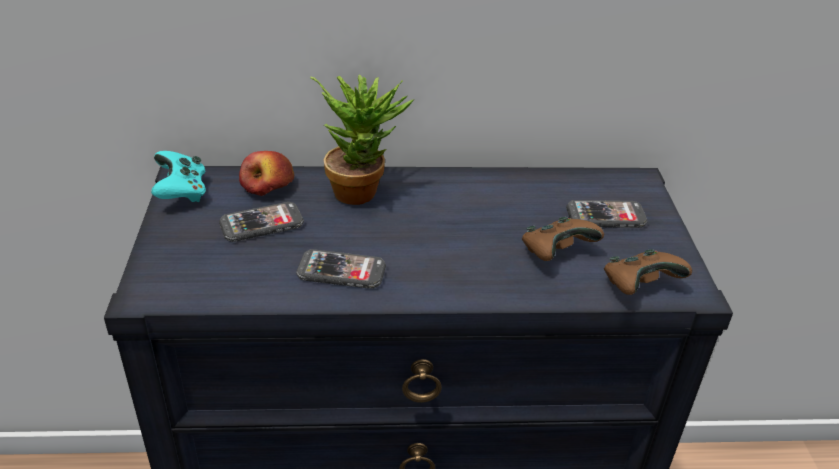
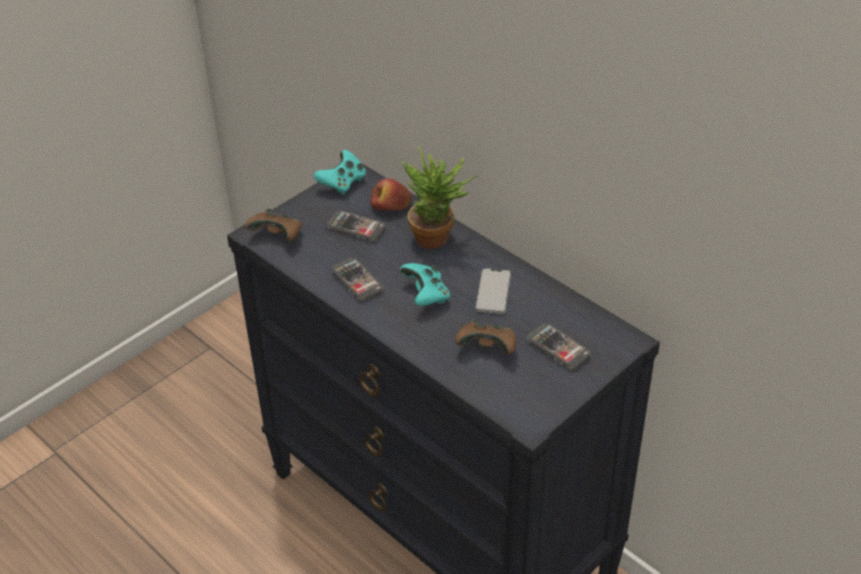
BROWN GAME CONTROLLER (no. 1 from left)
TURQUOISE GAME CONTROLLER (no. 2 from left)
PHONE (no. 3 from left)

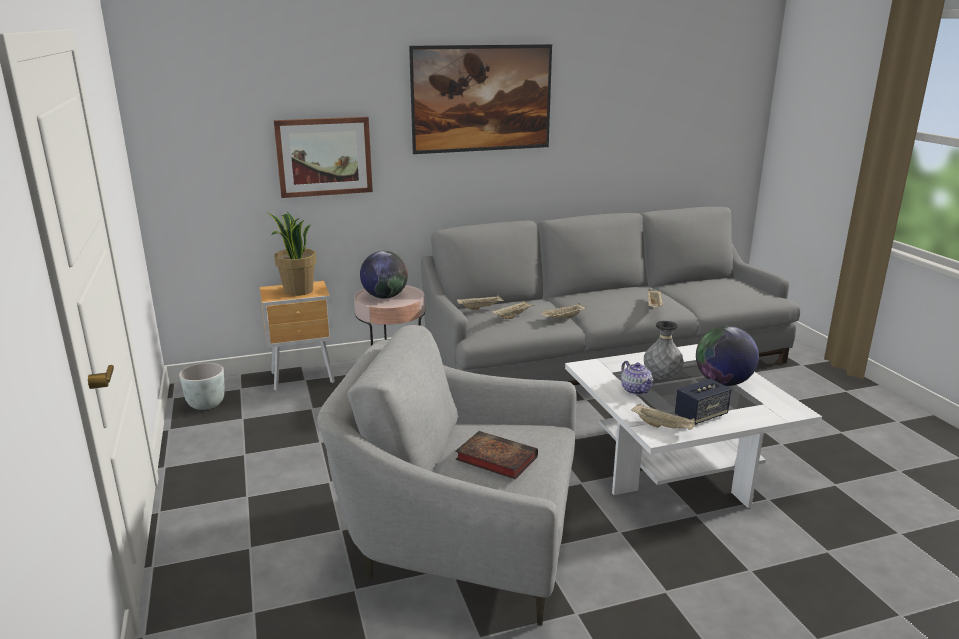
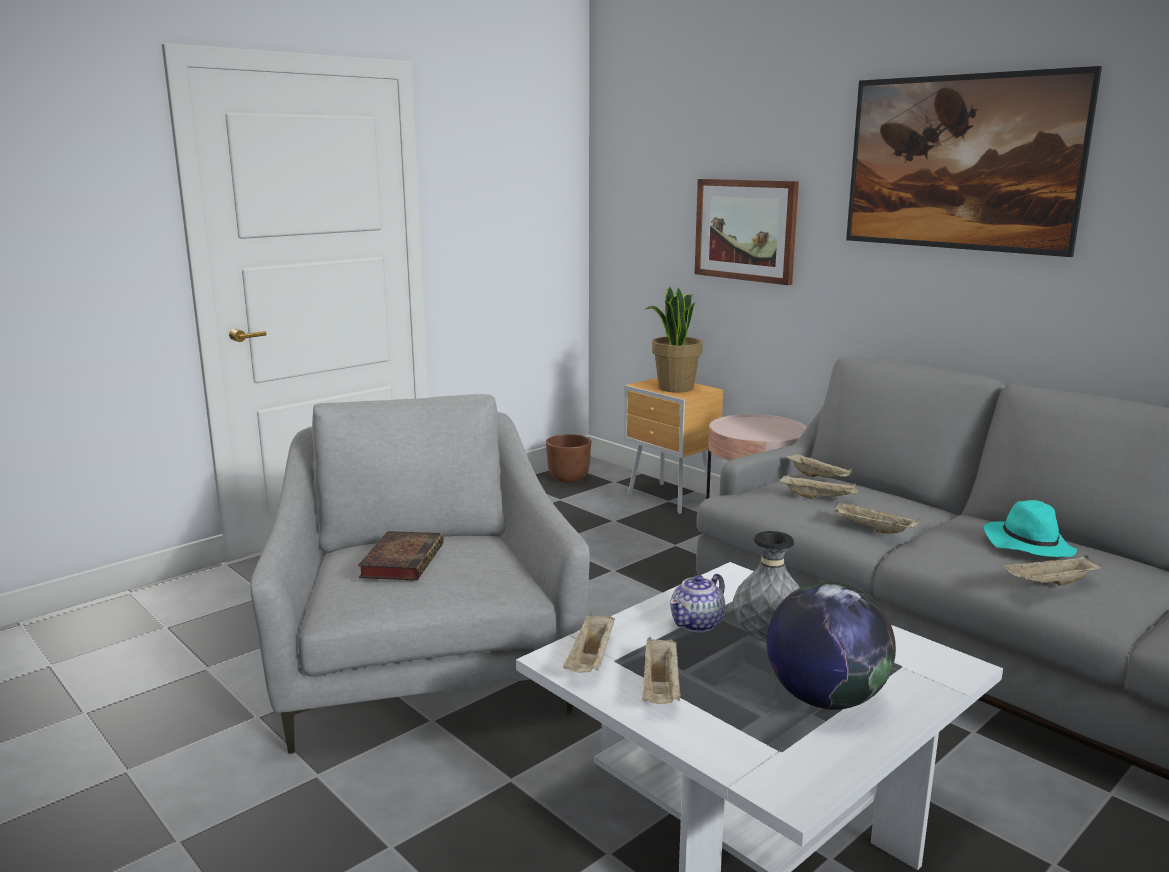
BROWN PLANTER
BEIGE TRAY (no. 2 from left)
TURQUOISE HAT
GLOBE (no. 1 from left in the first image)

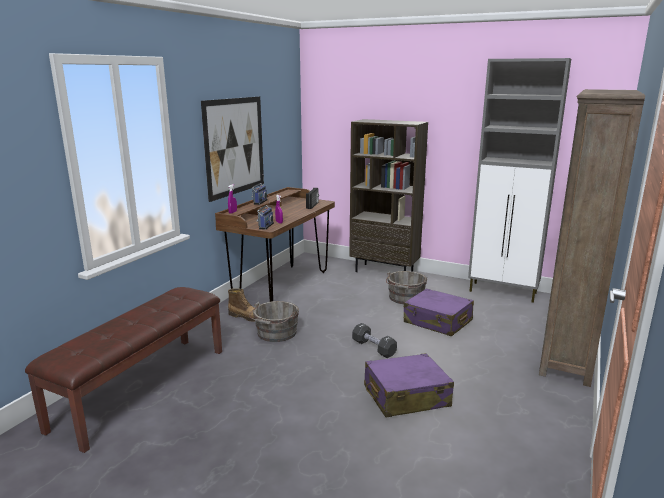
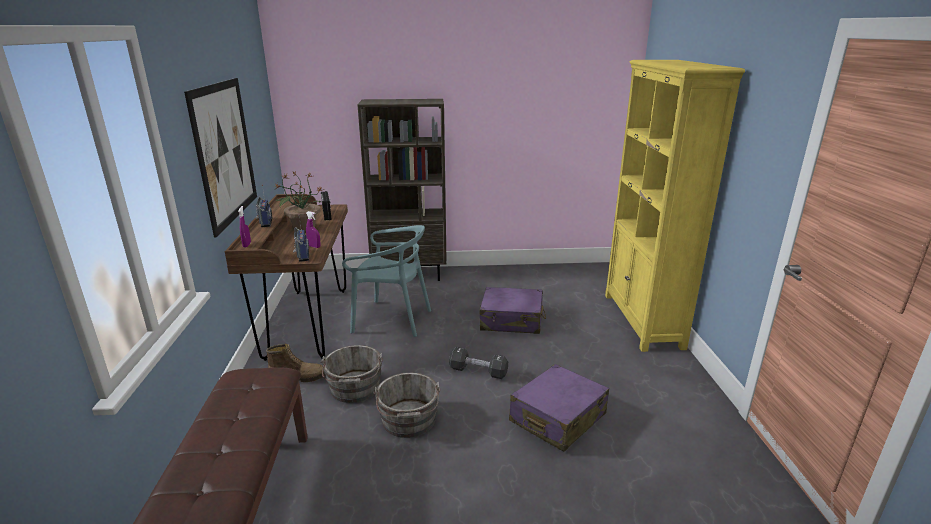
POTTED PLANT
TURQUOISE CHAIR
GREY BUCKET (no. 2 from left)
YELLOW BOOKCASE
GREY CABINET

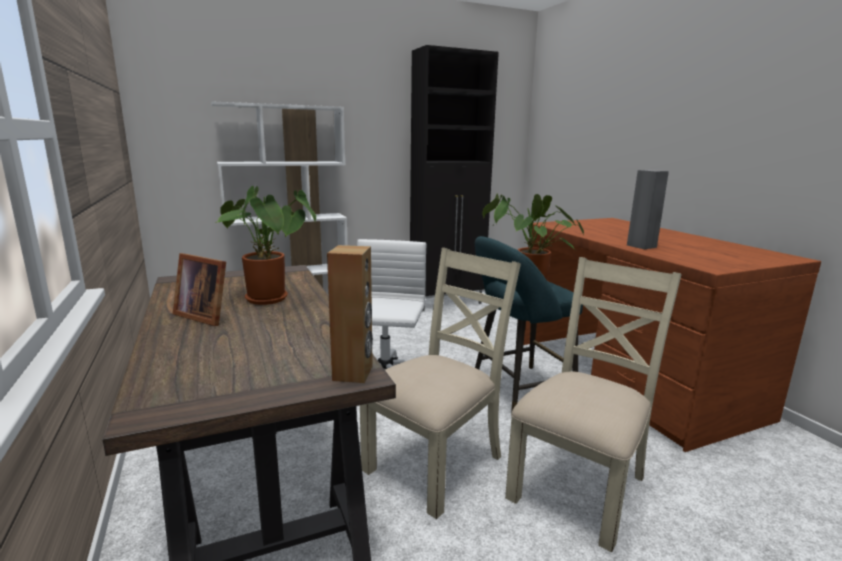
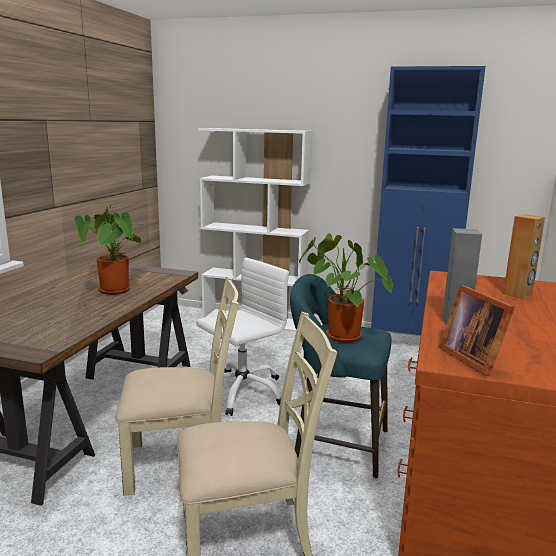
BLUE CABINET
PICTURE FRAME
BROWN SPEAKER

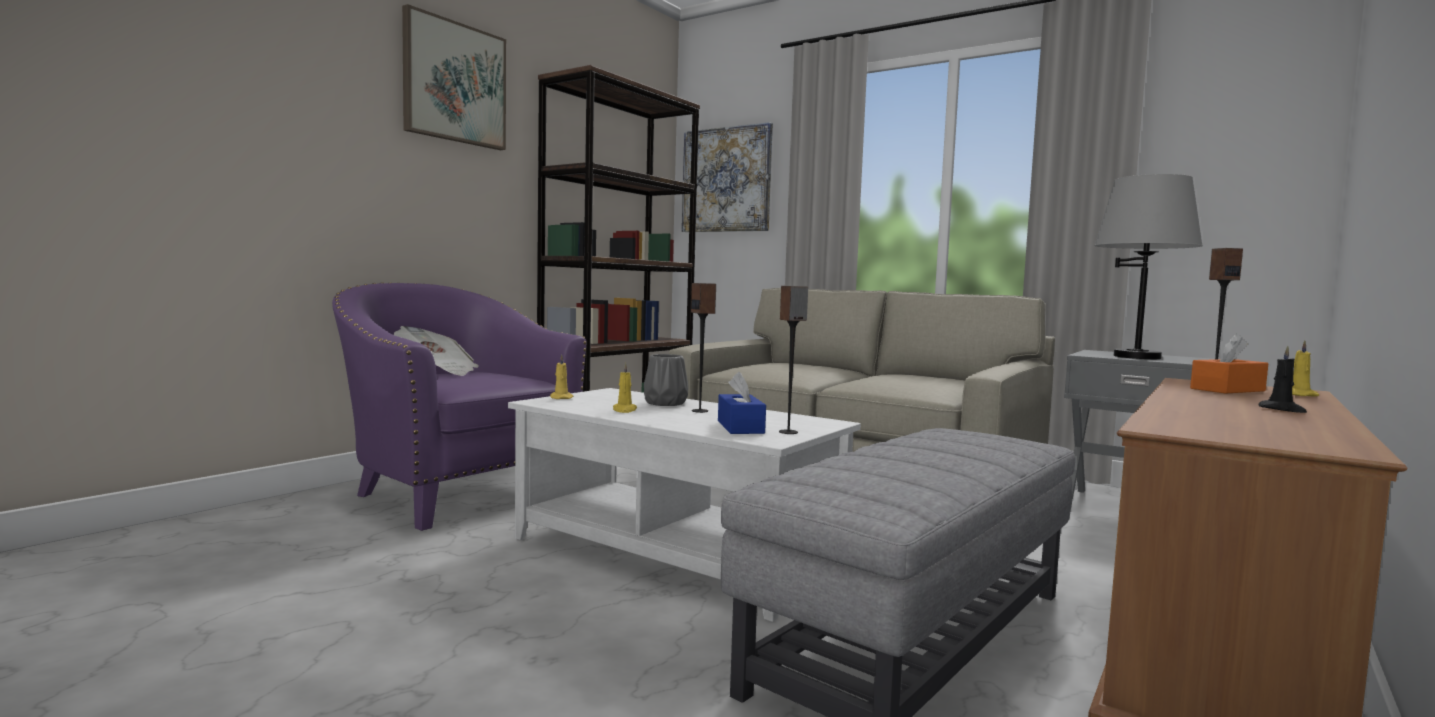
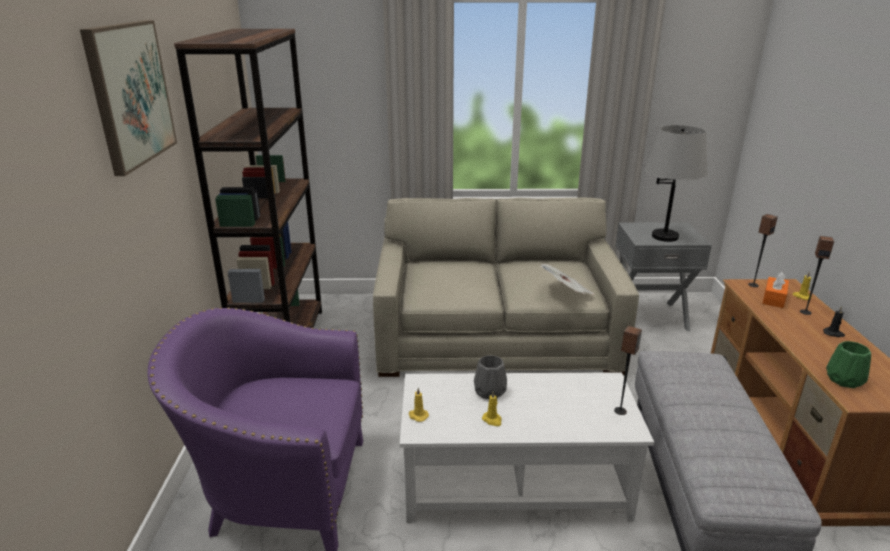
NEWSPAPER
SPEAKER (no. 3 from left)
GREEN VASE
PICTURE (no. 2 from left in the first image)
BLUE TISSUE BOX

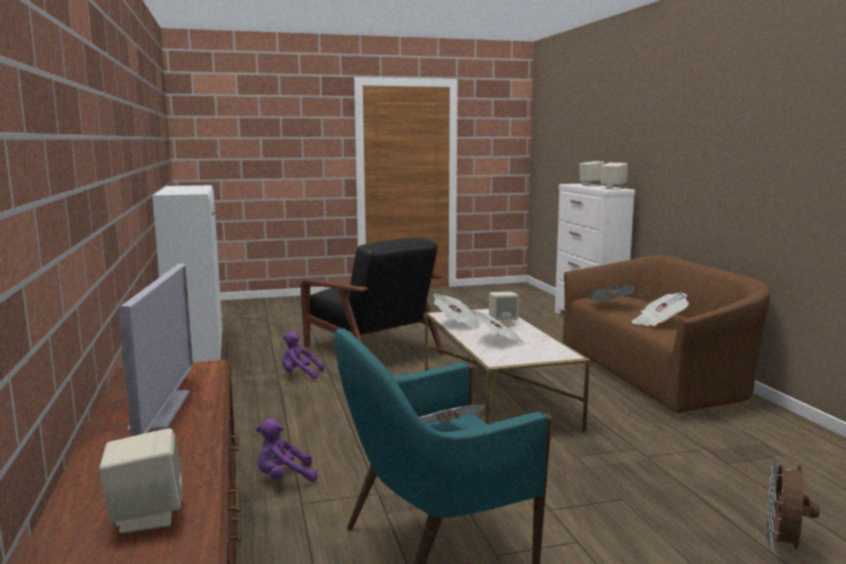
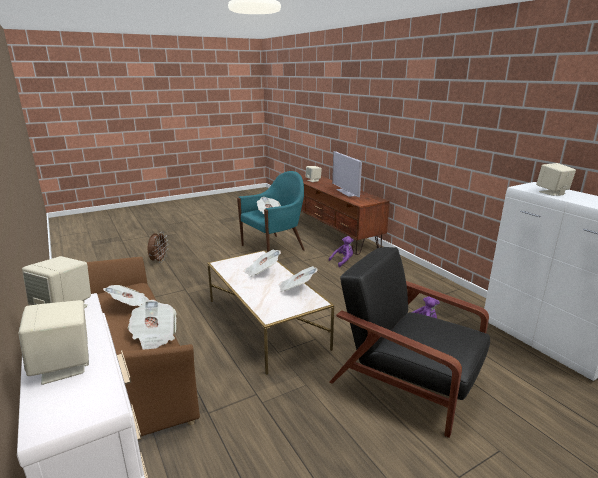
BEIGE SPEAKER (no. 4 from left)

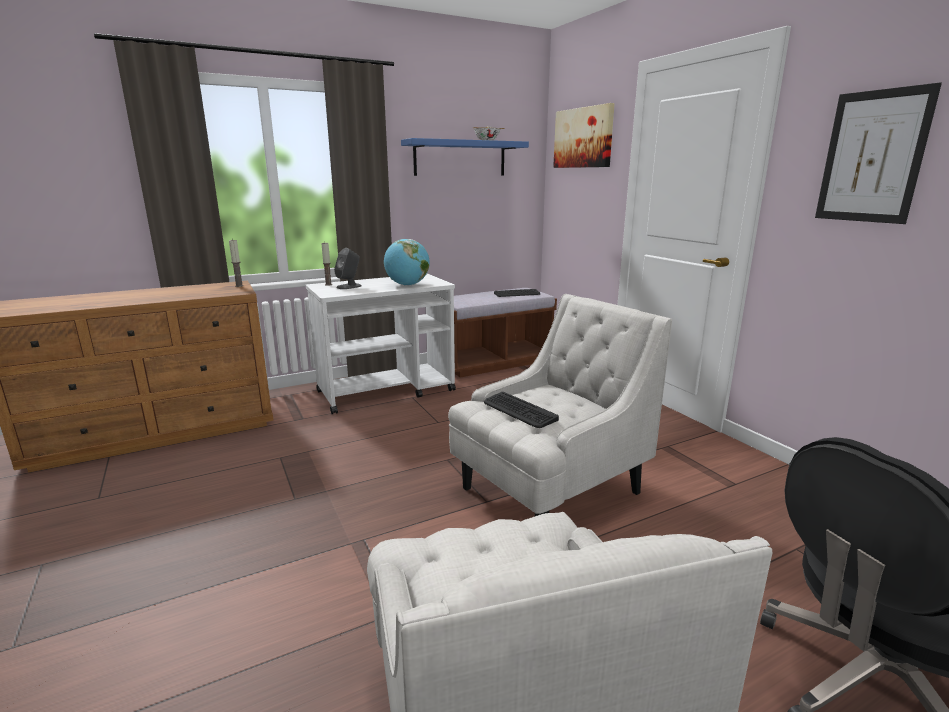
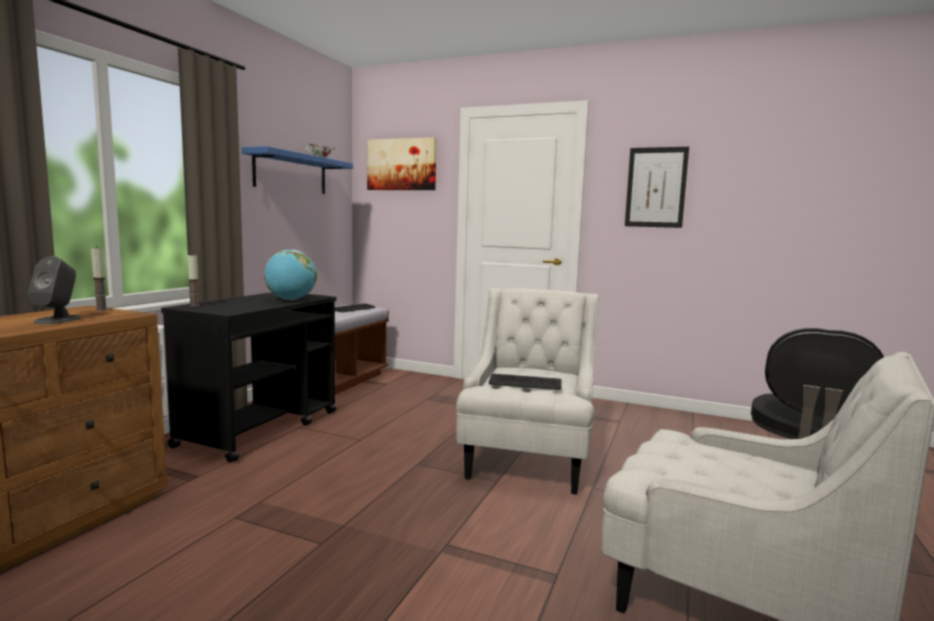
GREY SPEAKER
BLACK CART

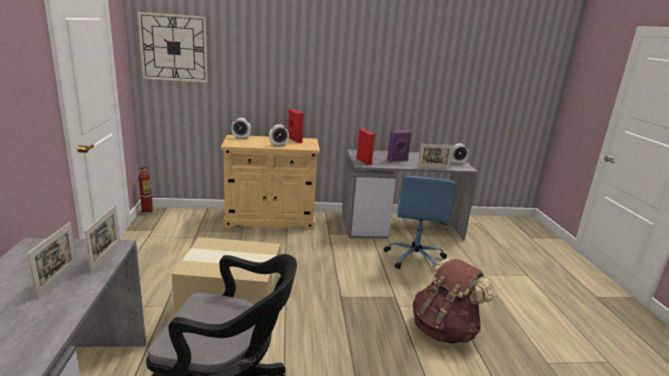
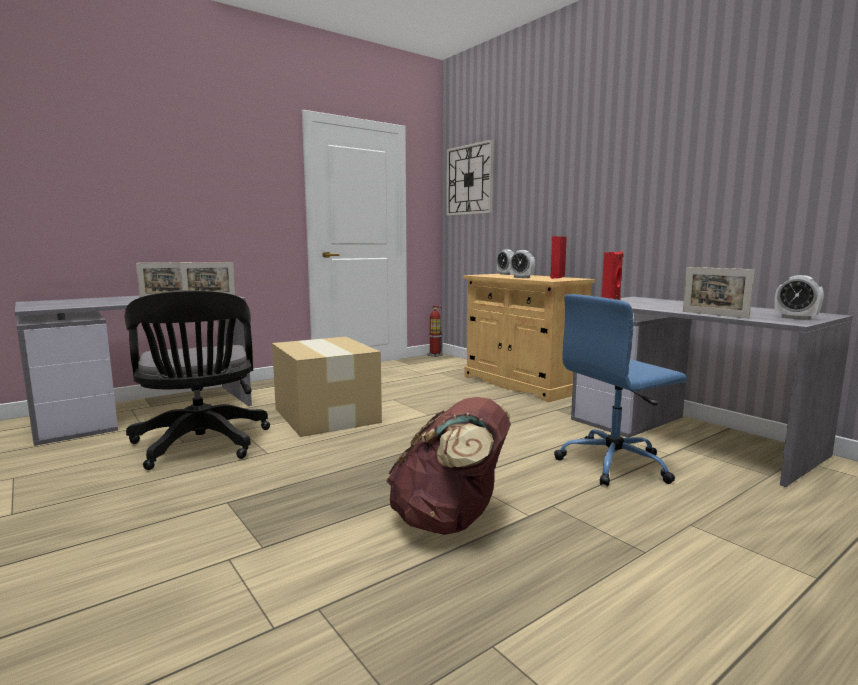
PURPLE SPEAKER

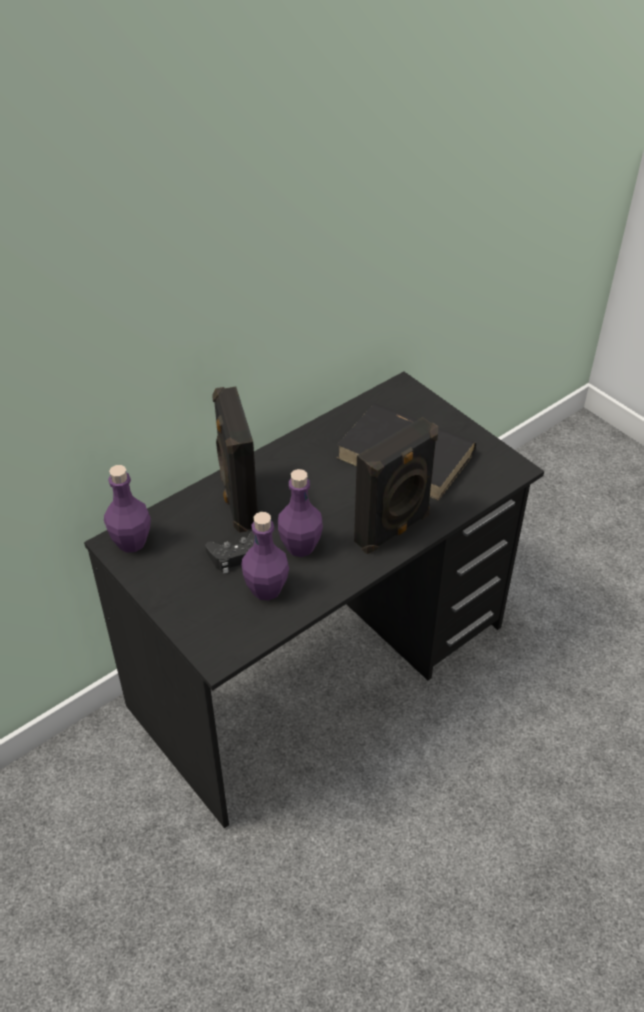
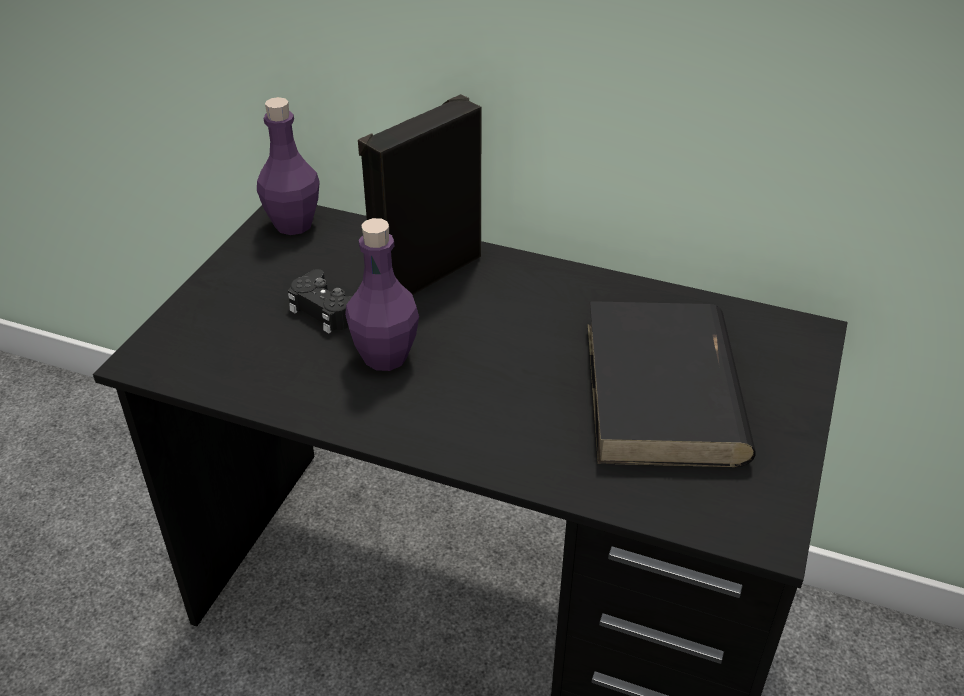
PURPLE BOTTLE (no. 2 from left in the first image)
BLACK SPEAKER (no. 2 from left in the first image)

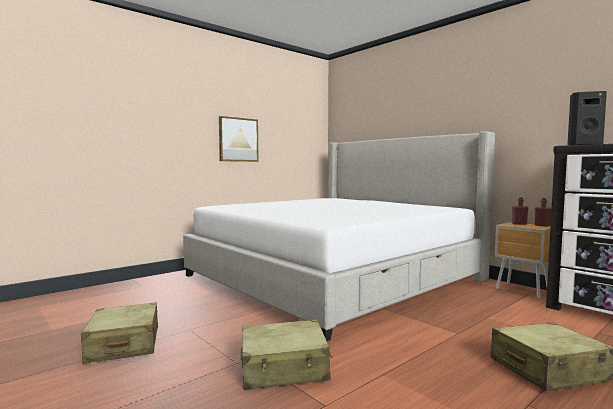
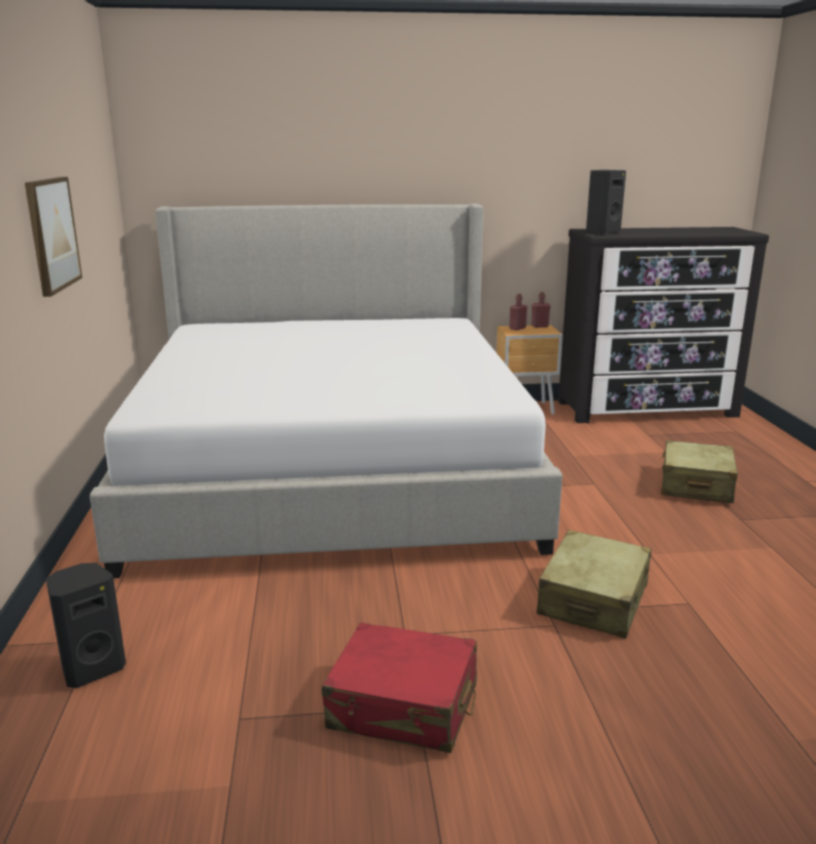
BLACK SPEAKER (no. 1 from left)
RED SUITCASE

